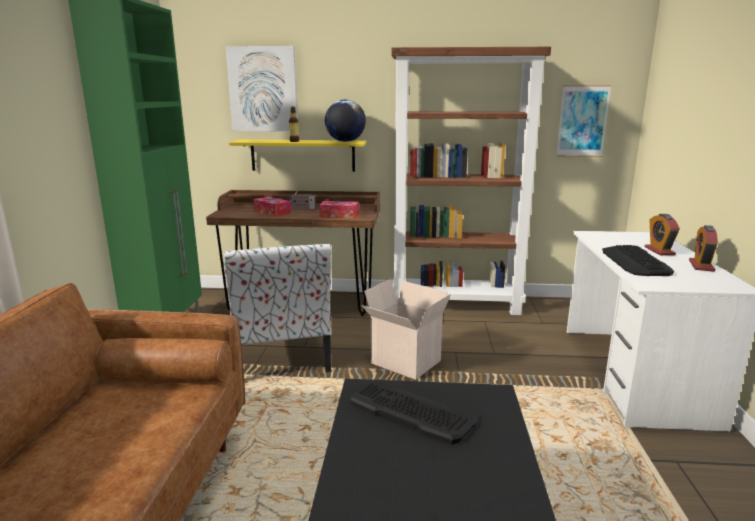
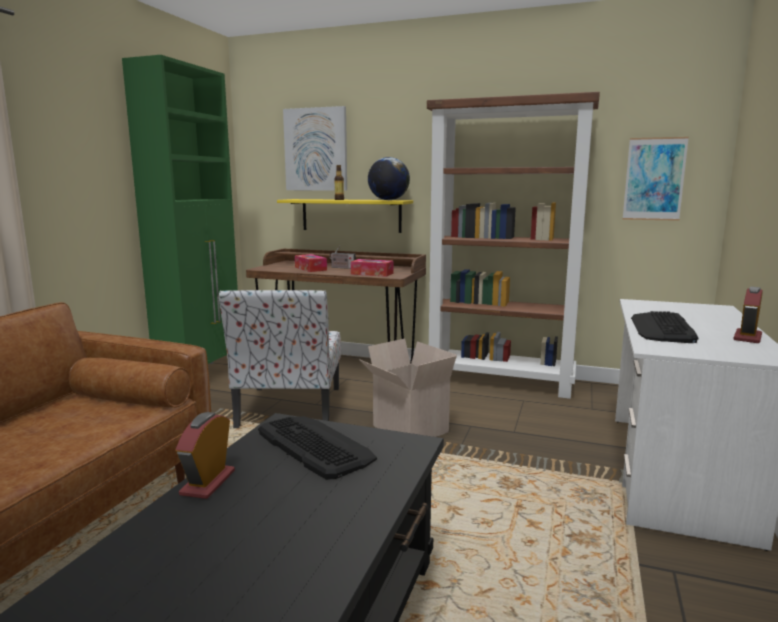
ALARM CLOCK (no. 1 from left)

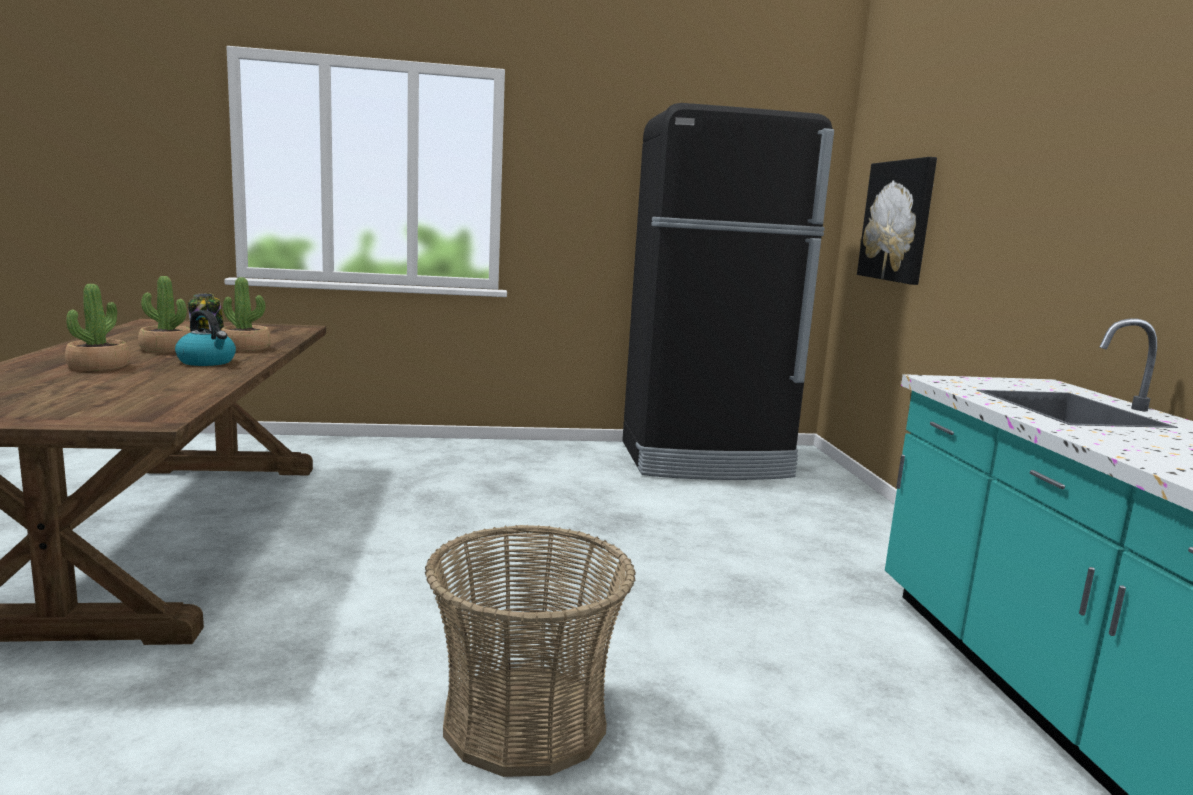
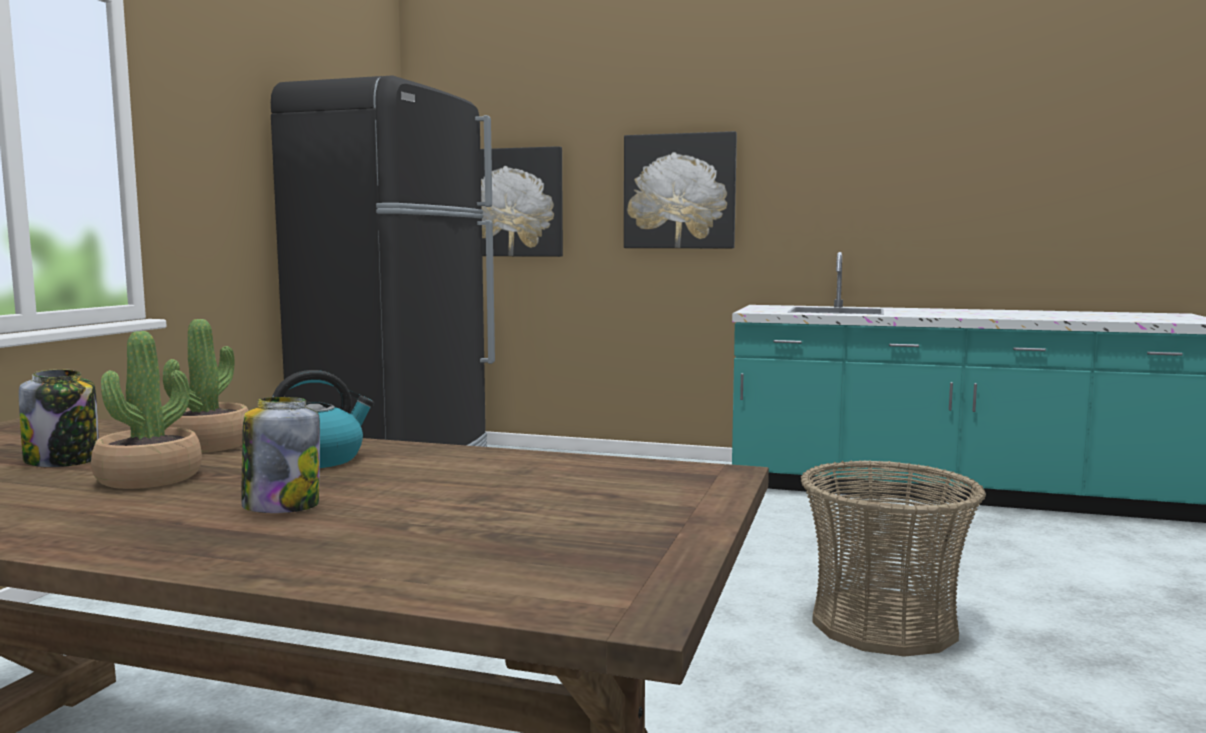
JAR (no. 2 from left)
PICTURE (no. 2 from left)

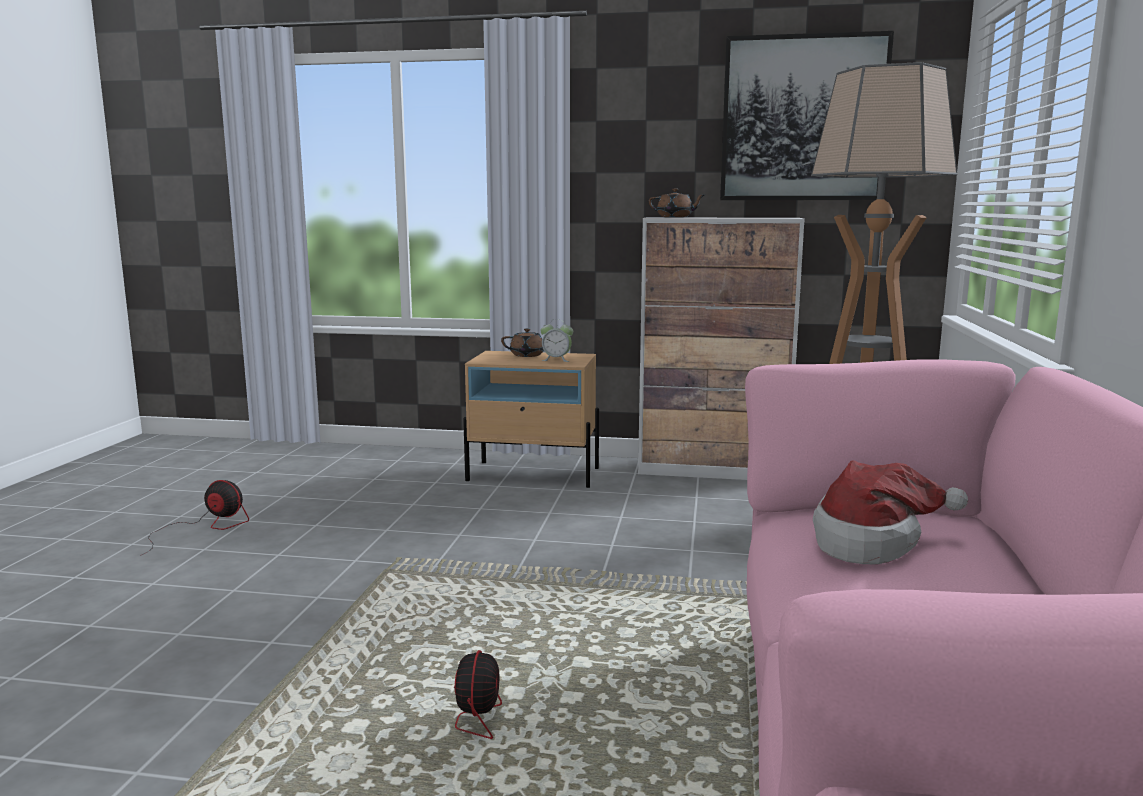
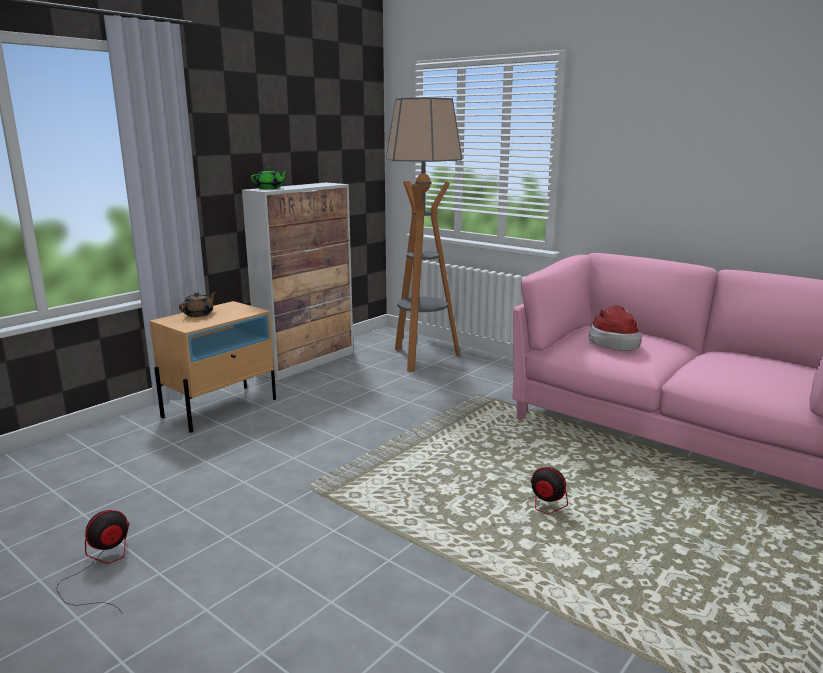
GREEN TEAPOT
ALARM CLOCK
PICTURE

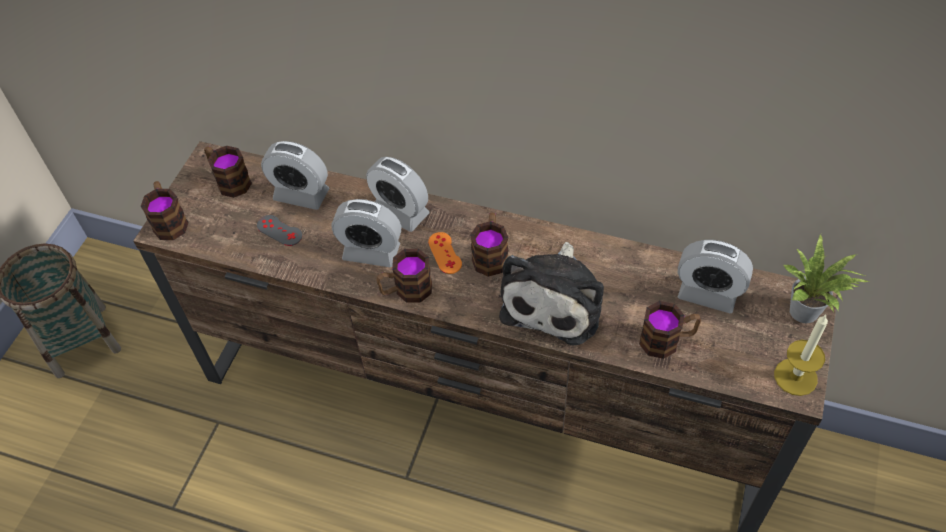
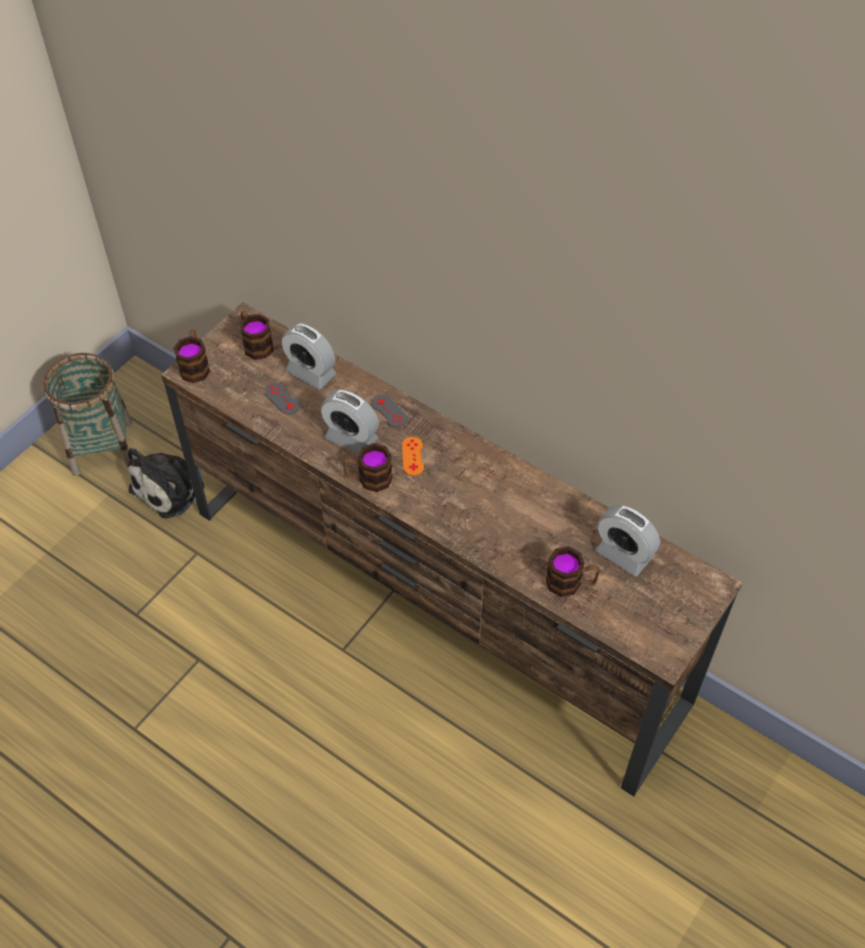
PLUSH TOY
GREY GAME CONTROLLER (no. 2 from left)
MUG (no. 4 from left in the first image)
CANDLE
POTTED PLANT

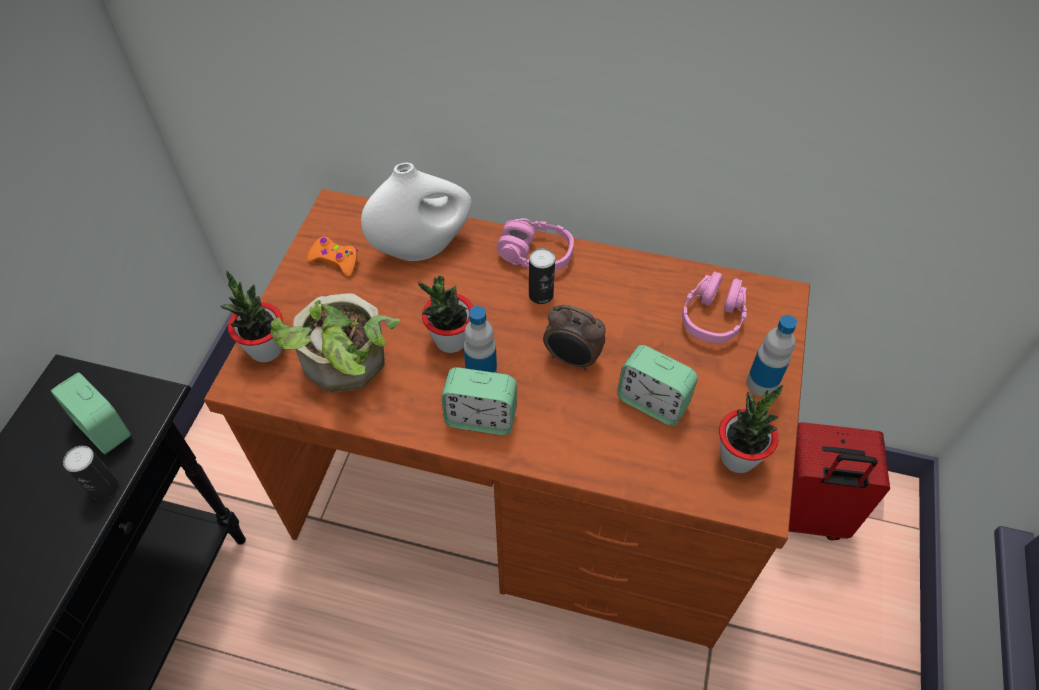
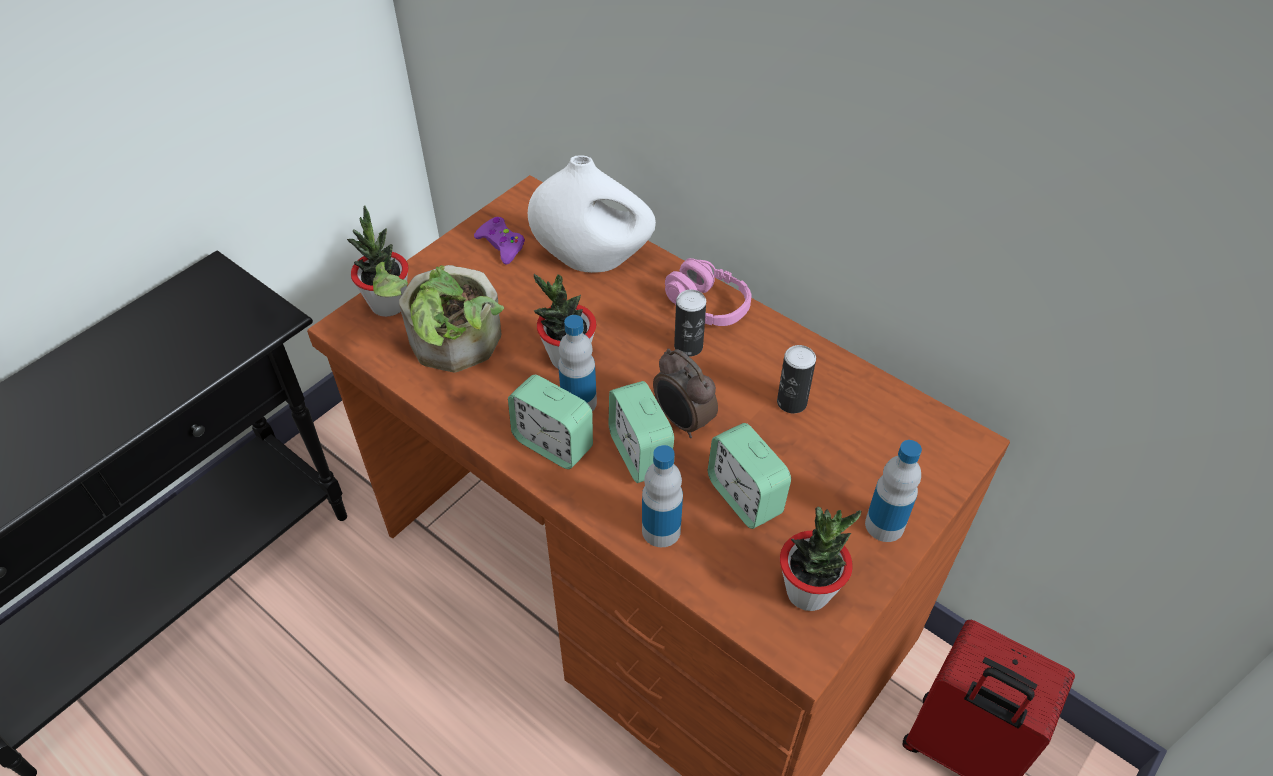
PURPLE GAME CONTROLLER
ALARM CLOCK (no. 2 from left)
BOTTLE (no. 2 from left)
CAN (no. 2 from left)
PINK HEADPHONES (no. 2 from left in the first image)

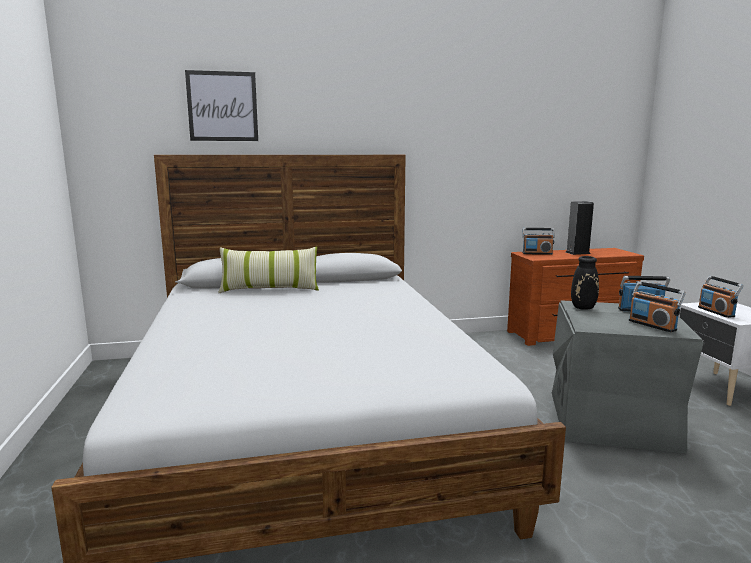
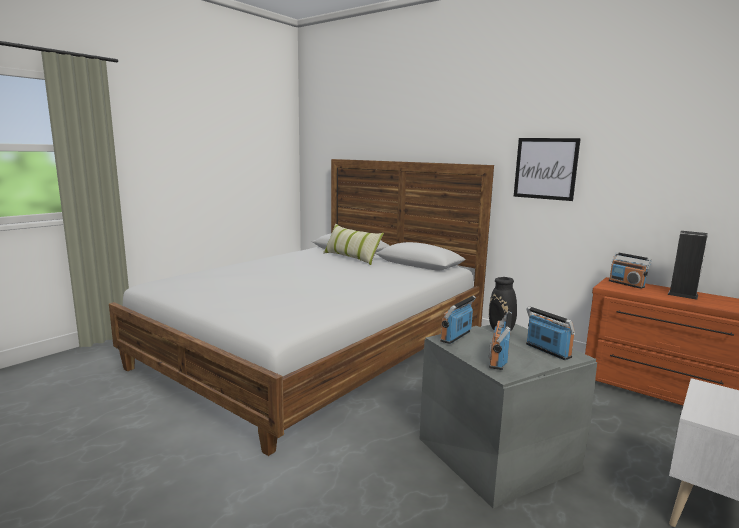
RADIO (no. 1 from left)
PICTURE

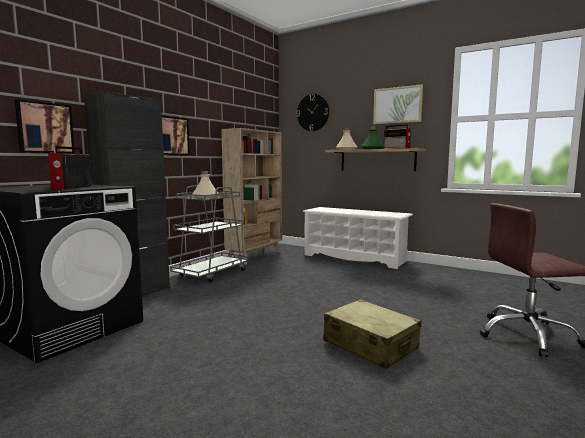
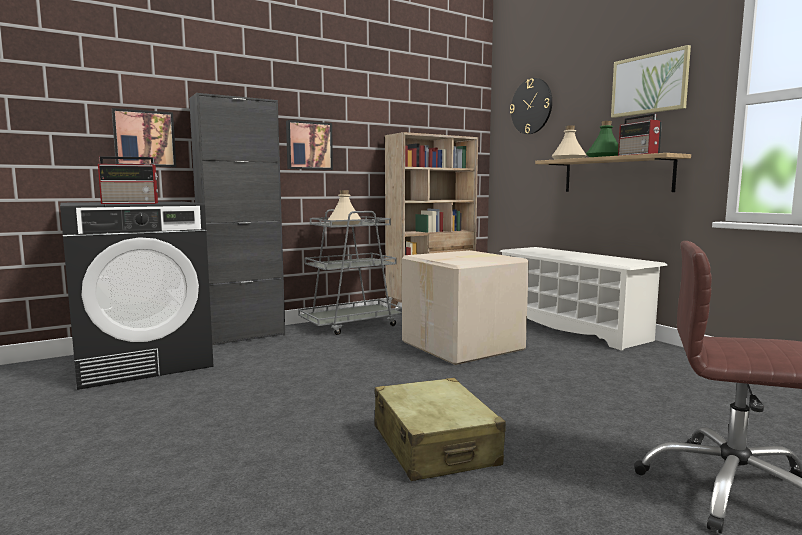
RADIO (no. 1 from left)
CARDBOARD BOX

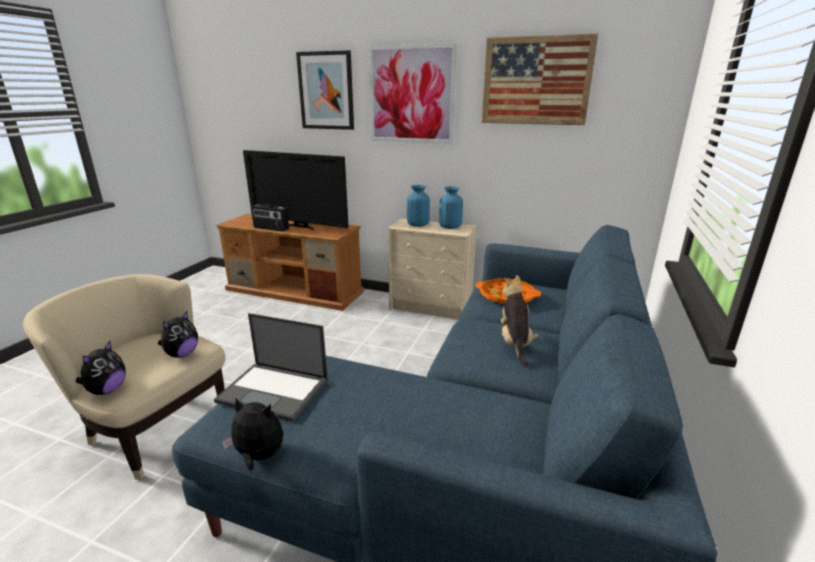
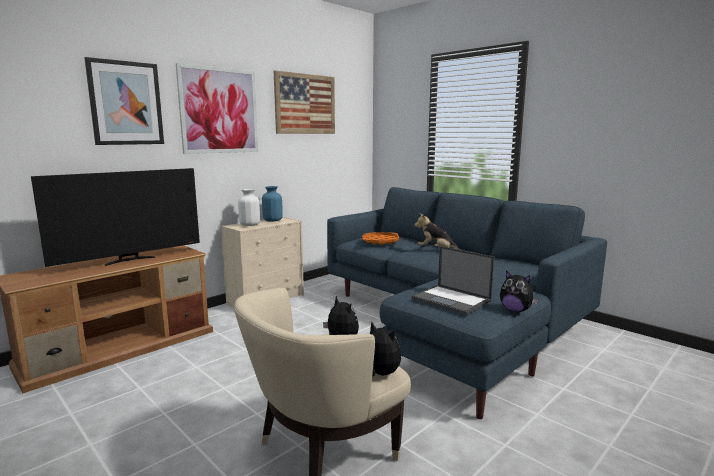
WHITE VASE
LAPTOP
PLUSH TOY (no. 4 from left)
RADIO

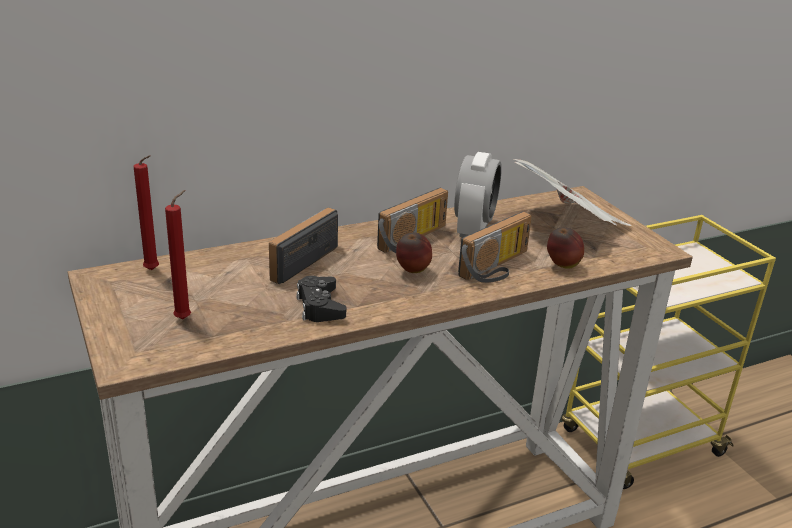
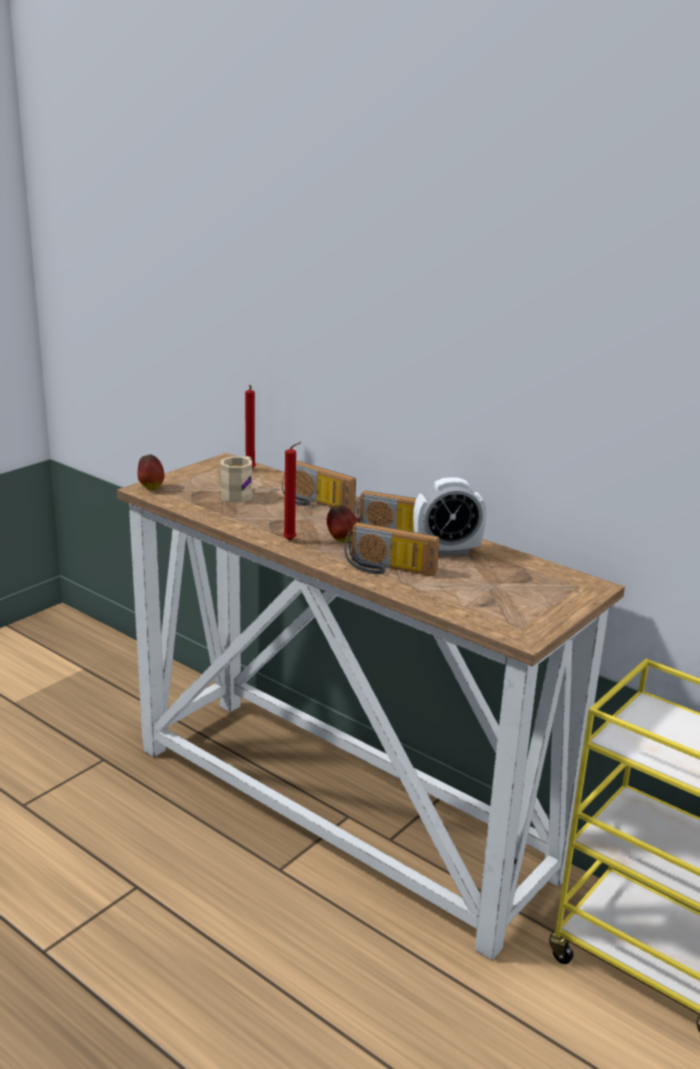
APPLE (no. 1 from left)
BEIGE MUG
RADIO (no. 1 from left)
RED CANDLE (no. 2 from left)
BLACK GAME CONTROLLER
NEWSPAPER

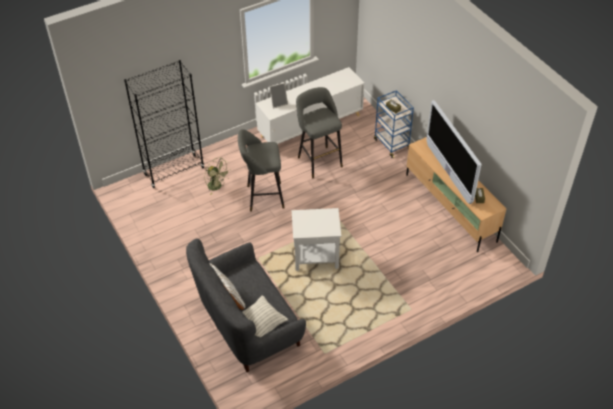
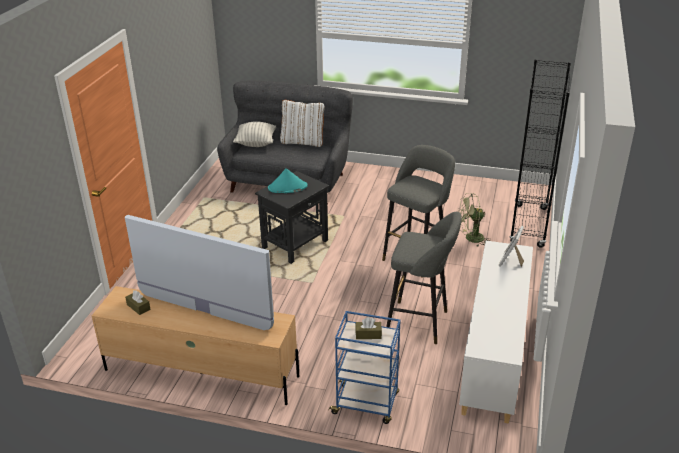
BLACK SIDE TABLE
TURQUOISE HAT

